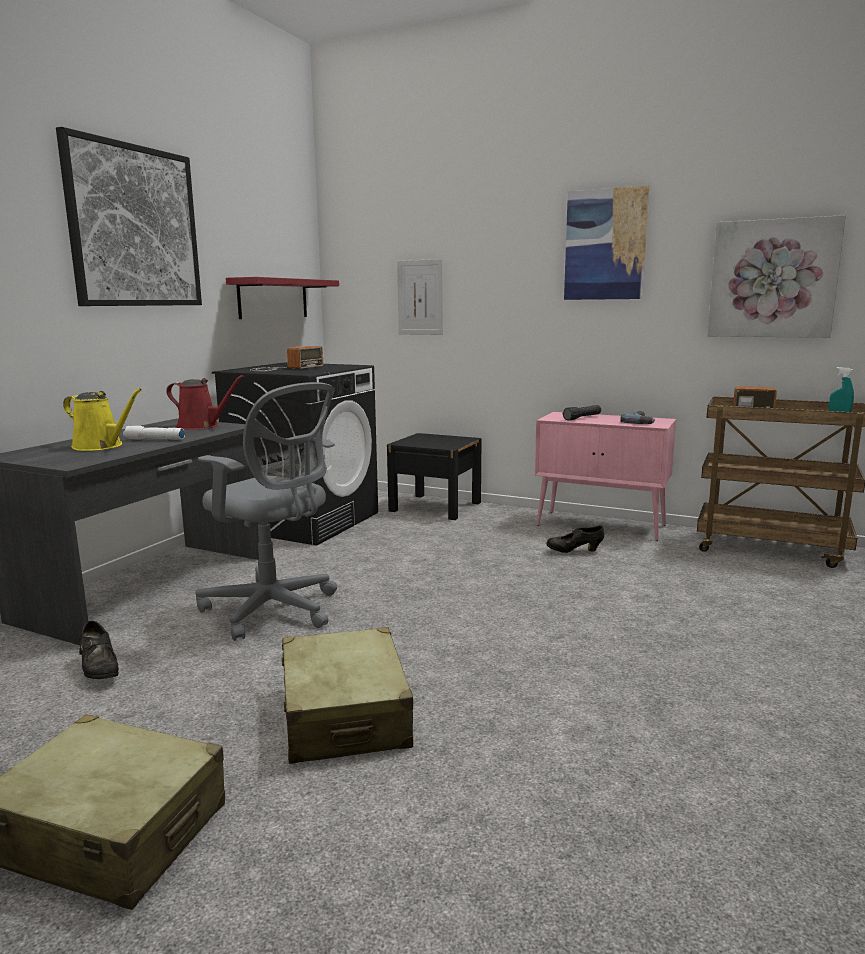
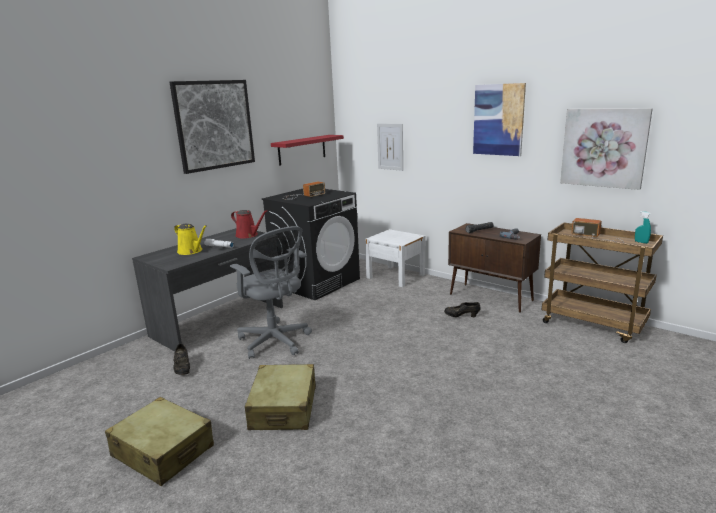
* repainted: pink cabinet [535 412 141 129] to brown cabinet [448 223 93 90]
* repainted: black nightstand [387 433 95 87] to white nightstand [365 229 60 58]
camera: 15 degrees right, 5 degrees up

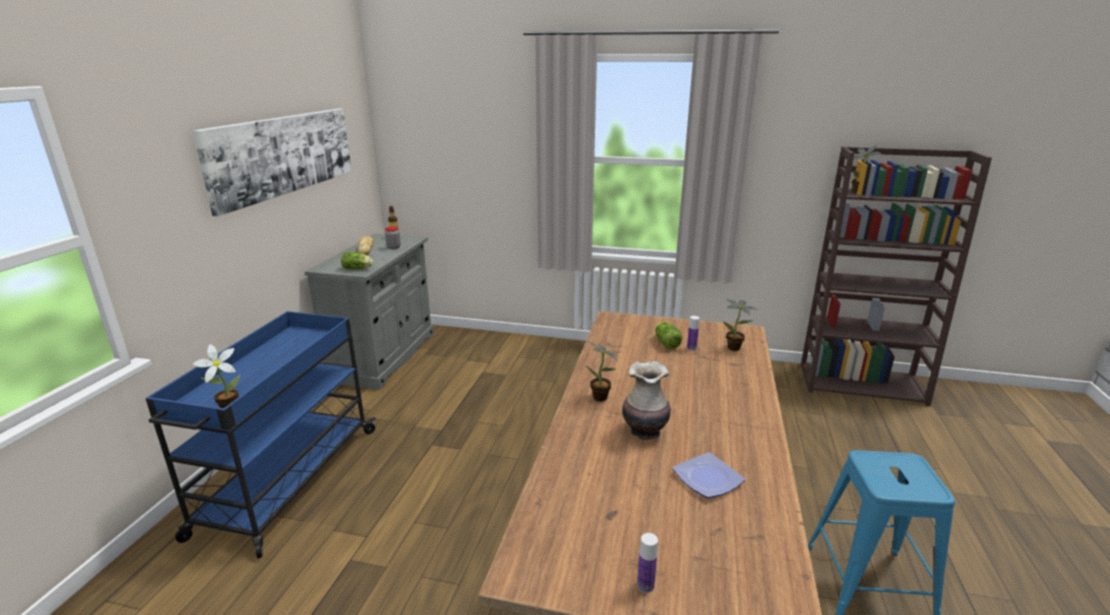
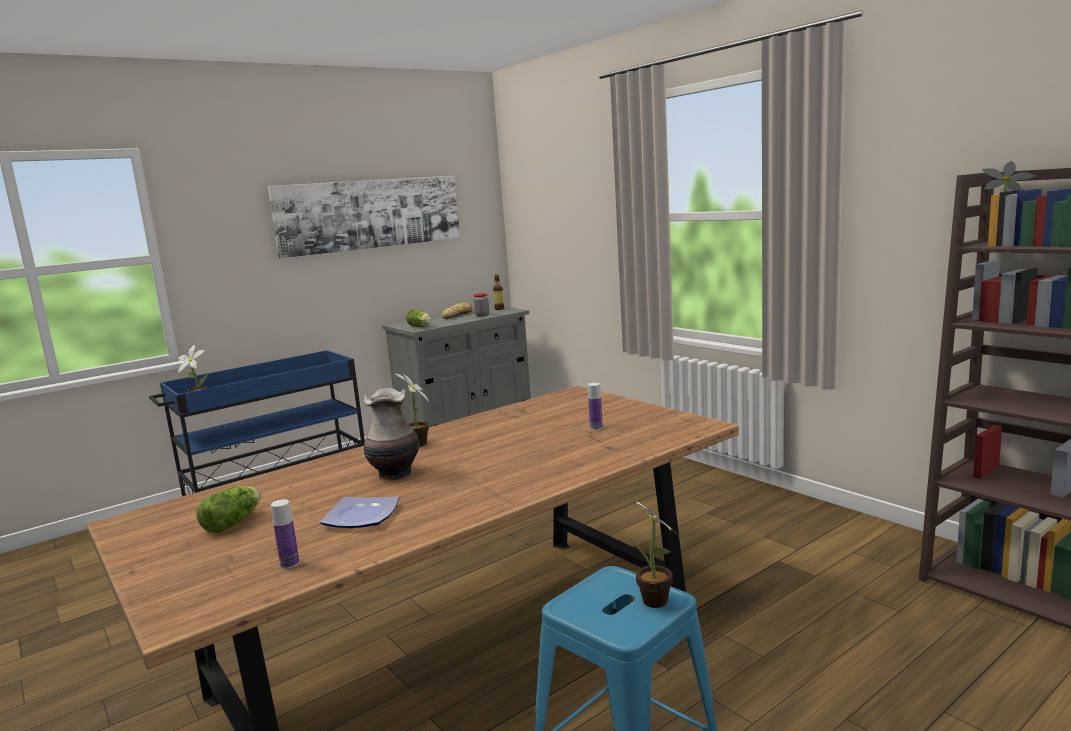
* shifted: potted plant [723 299 35 52] to [628 496 53 112]
* shifted: lettuce [655 322 27 27] to [196 486 65 47]
* shifted: bottle [637 533 21 60] to [271 499 29 70]
camera: 40 degrees right, 10 degrees down

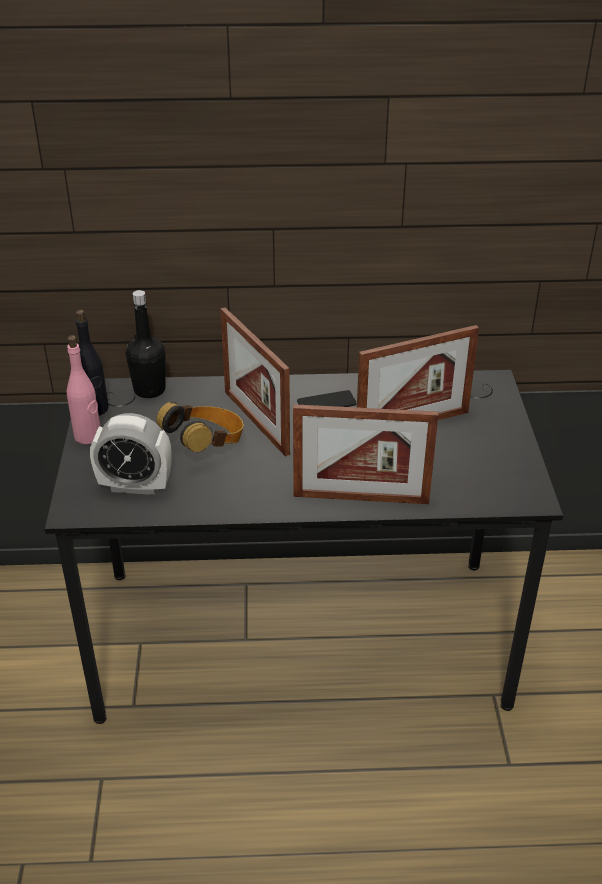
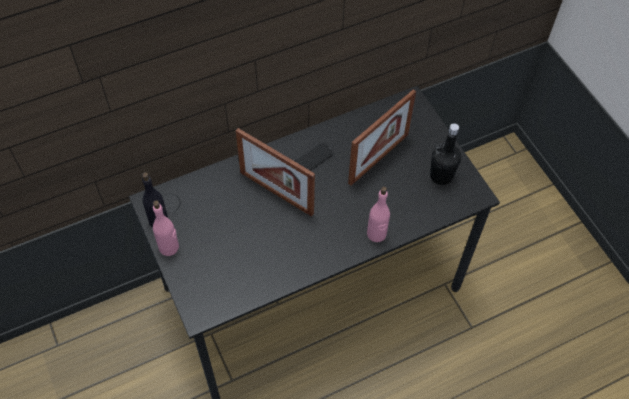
* shifted: black bottle [126 290 39 108] to [430 123 31 62]
* gone: headphones [156 402 88 50]
* swapped: picture frame [293 404 145 100] to pink bottle [367 186 23 56]
* gone: alarm clock [90 413 82 82]
camera: 25 degrees left, 20 degrees up

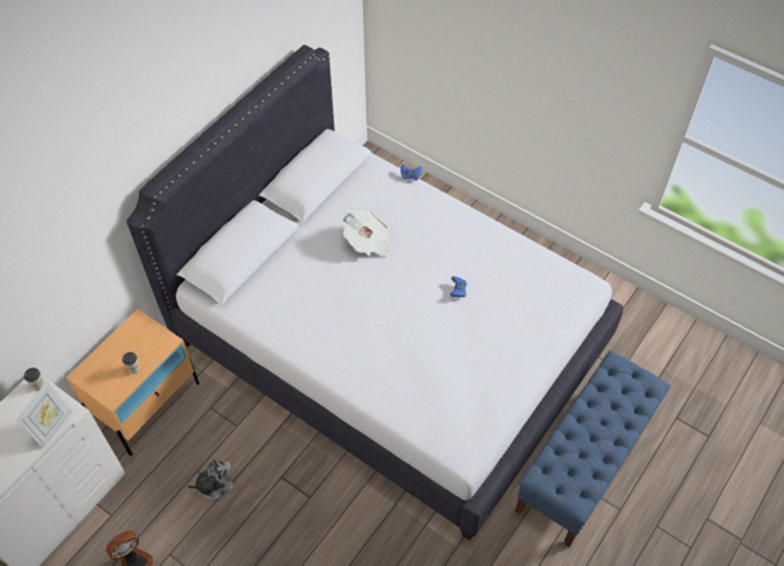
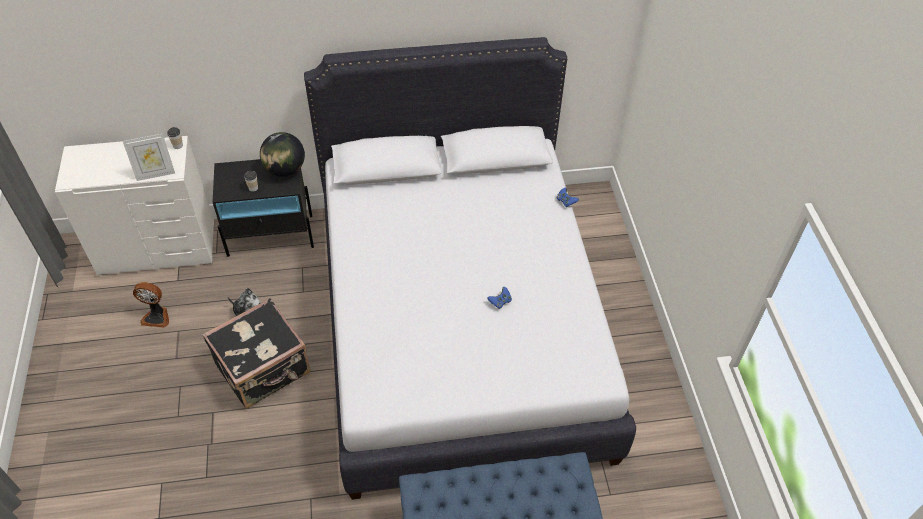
* gone: newspaper [342 208 50 49]
* repainted: beige nightstand [66 309 133 147] to black nightstand [213 159 101 98]
* new: globe [260 132 45 45]
* new: black suitcase [202 298 108 111]
camera: 45 degrees right, 5 degrees down

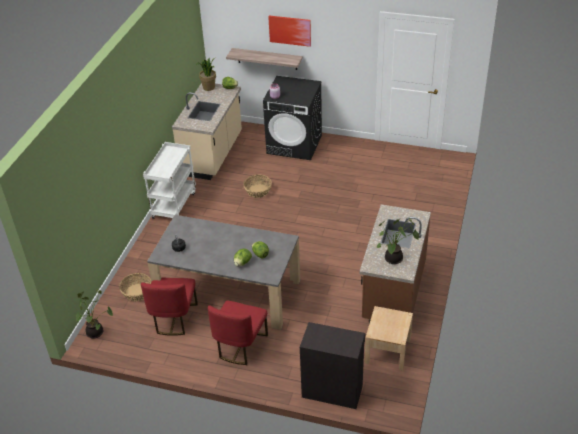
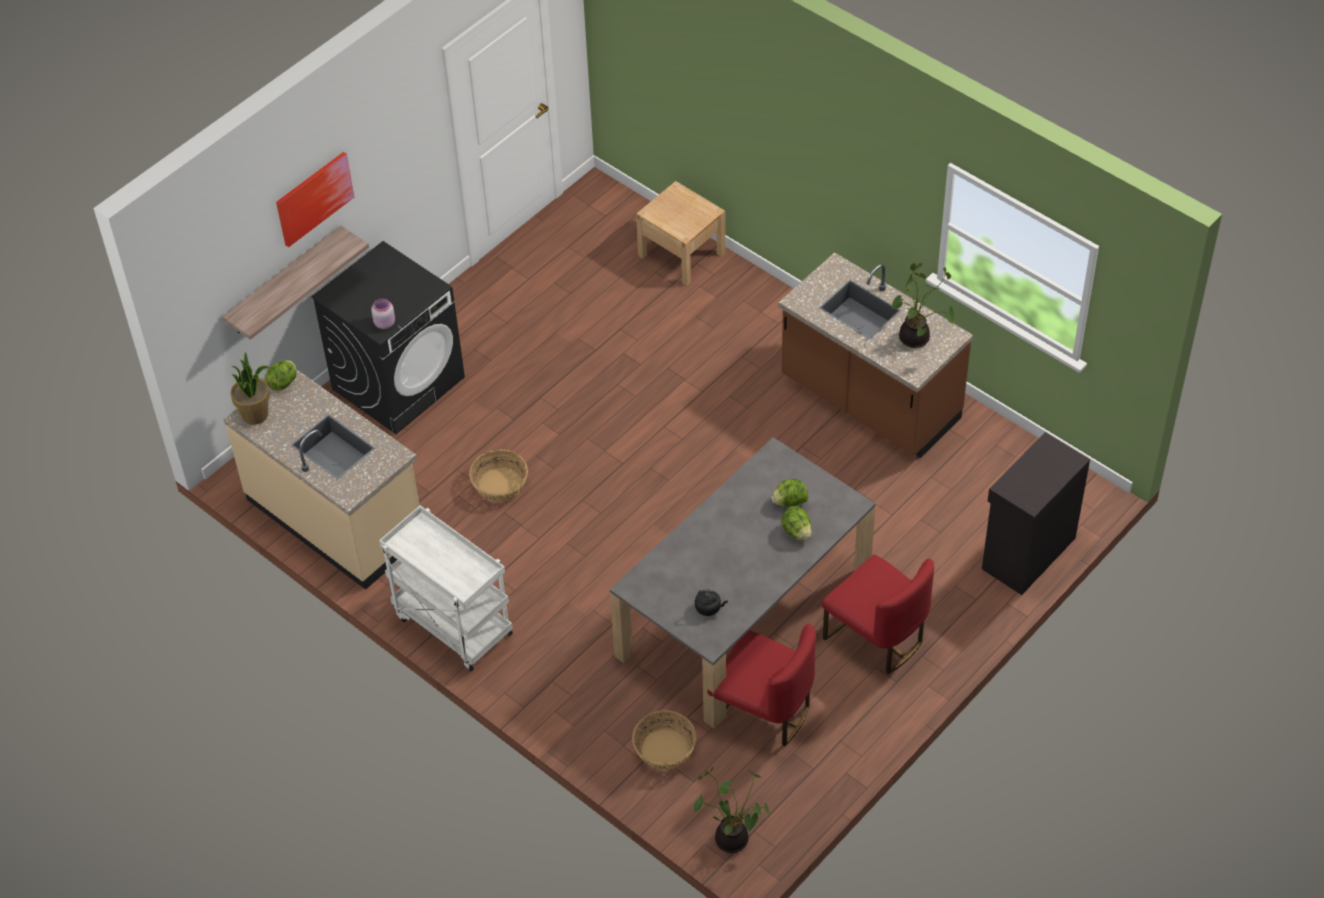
* shifted: beige nightstand [365 306 48 65] to [636 181 89 105]
camera: 65 degrees left, 10 degrees up

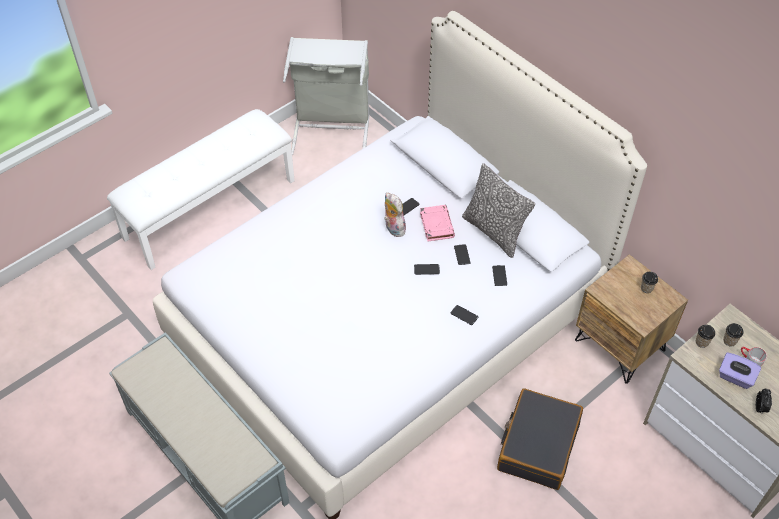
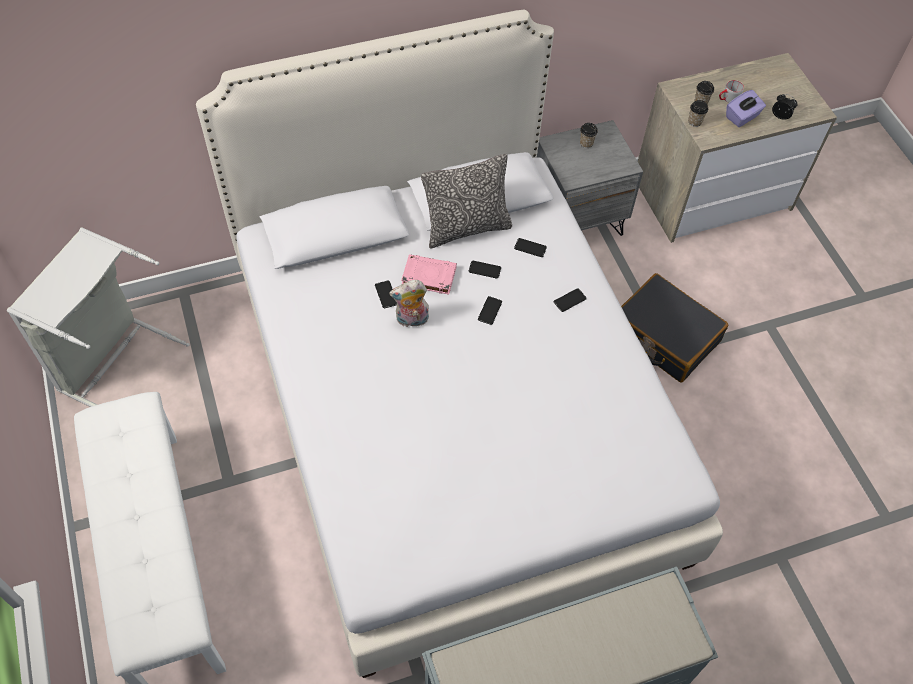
* repainted: brown nightstand [575 254 113 130] to grey nightstand [537 120 106 116]
camera: 70 degrees left, 5 degrees up

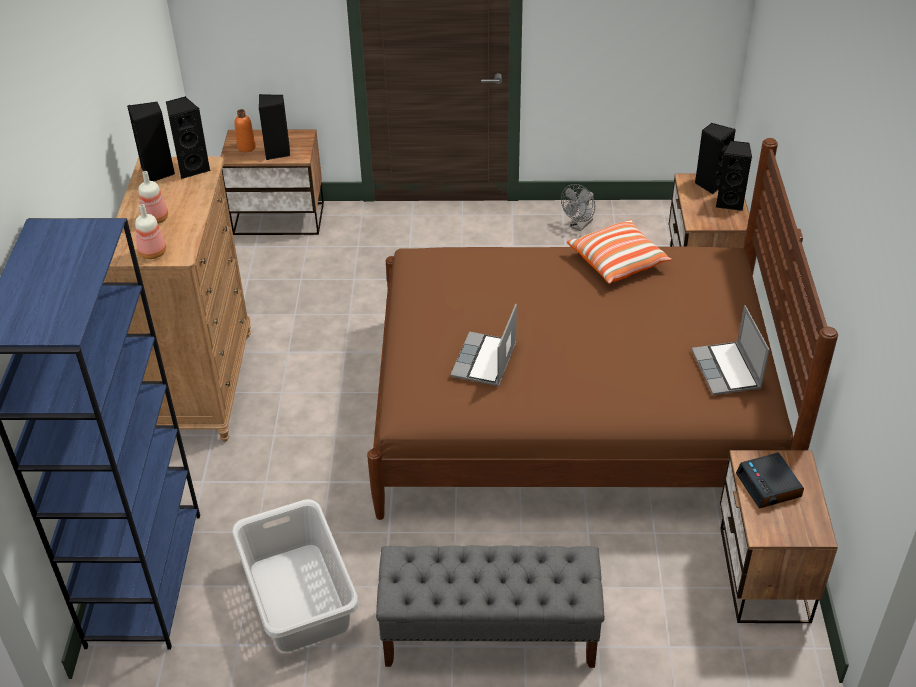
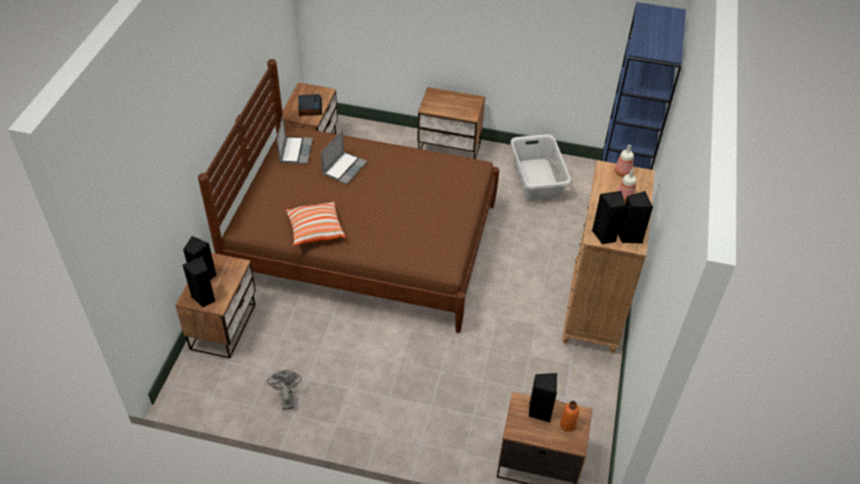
* rotated: grey fan [561 184 34 47] = [267 370 34 40] 60 degrees counterclockwise
* shifted: laptop [450 304 67 82] to [321 130 46 55]
* swapped: grey bench [376 545 228 123] to nightstand [417 87 68 72]
camera: 170 degrees left, 5 degrees up

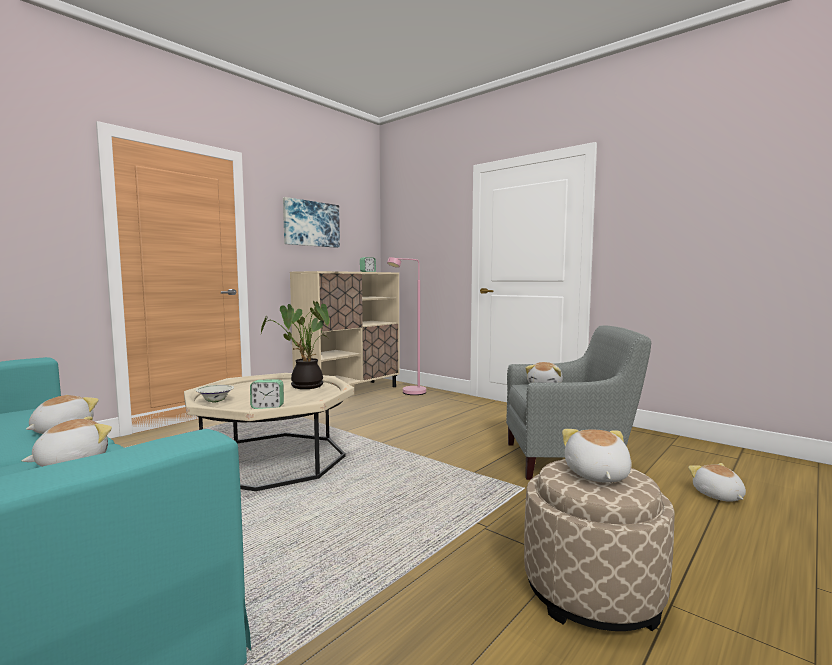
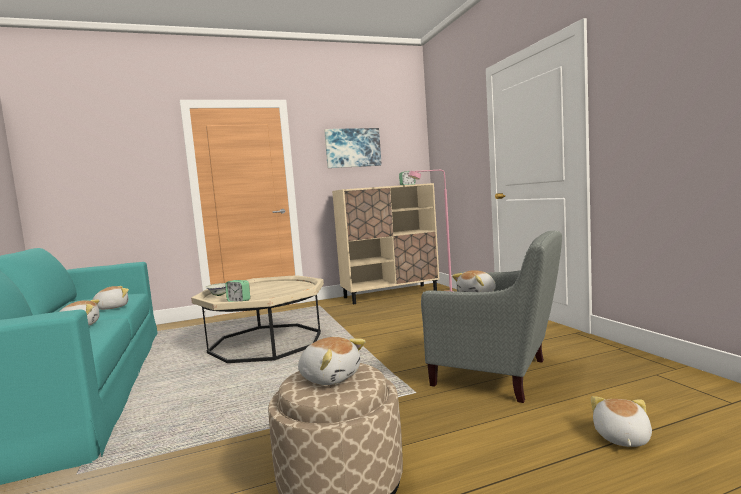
* gone: potted plant [260 301 70 88]
* rotated: plush toy [562 429 70 54] = [298 337 68 48] 90 degrees clockwise
camera: 30 degrees right, 0 degrees up

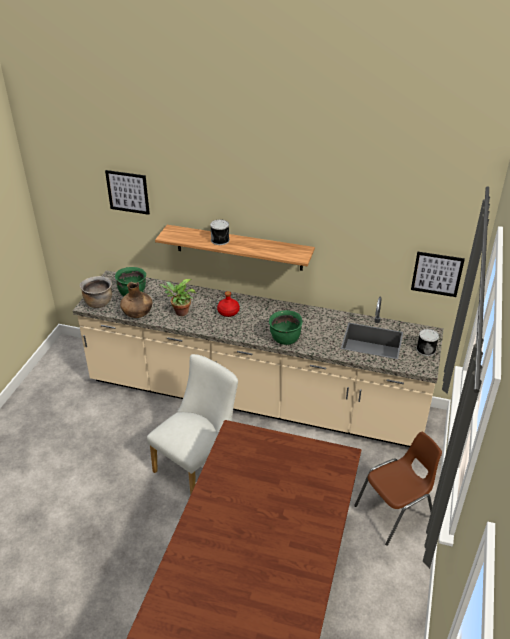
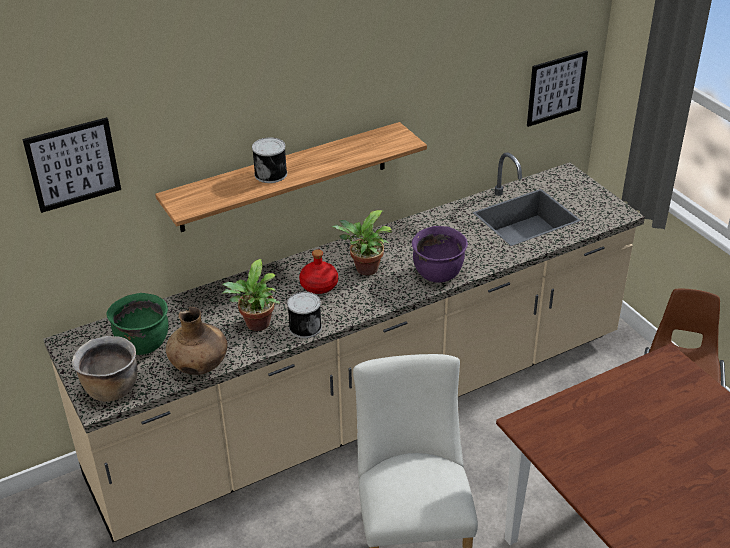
* repainted: green cooking pot [269 310 34 35] to purple cooking pot [412 226 56 57]
* shifted: can [416 329 23 27] to [287 292 35 46]
* new: potted plant [332 210 60 65]
camera: 45 degrees left, 0 degrees up

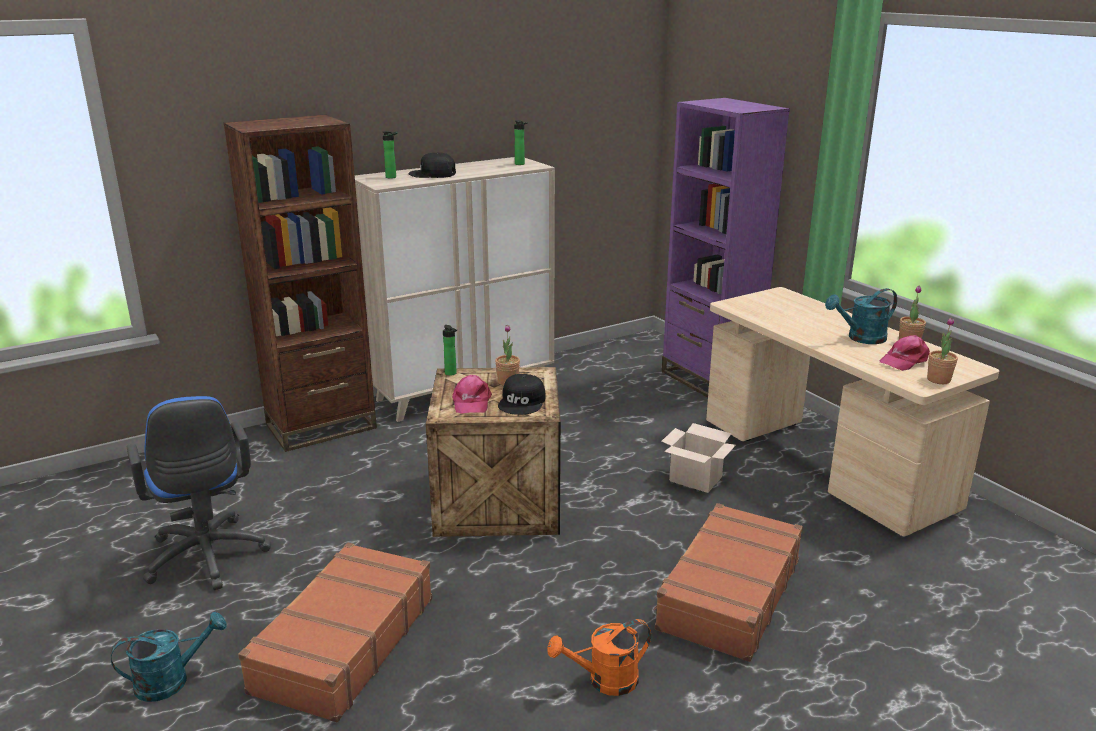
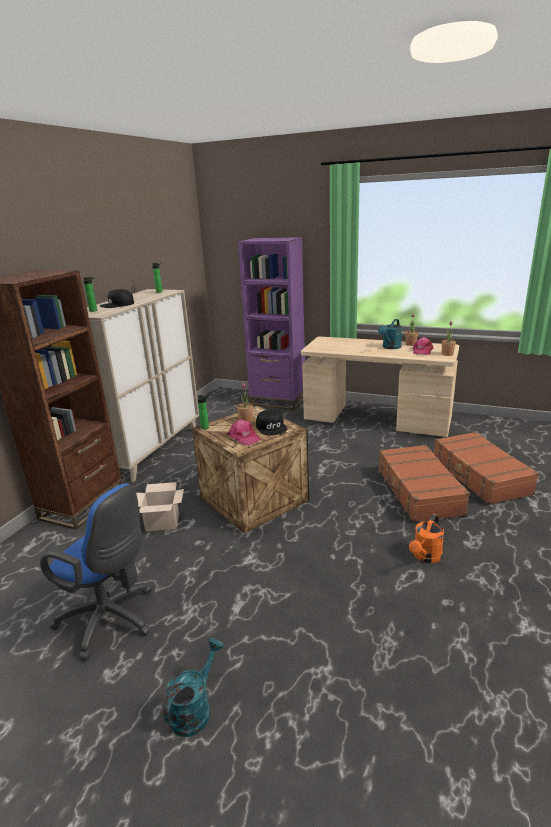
* shifted: cardboard box [661 423 75 70] to [136 482 48 49]
* shifted: brown suitcase [238 543 194 179] to [434 432 105 73]
camera: 35 degrees left, 0 degrees up

